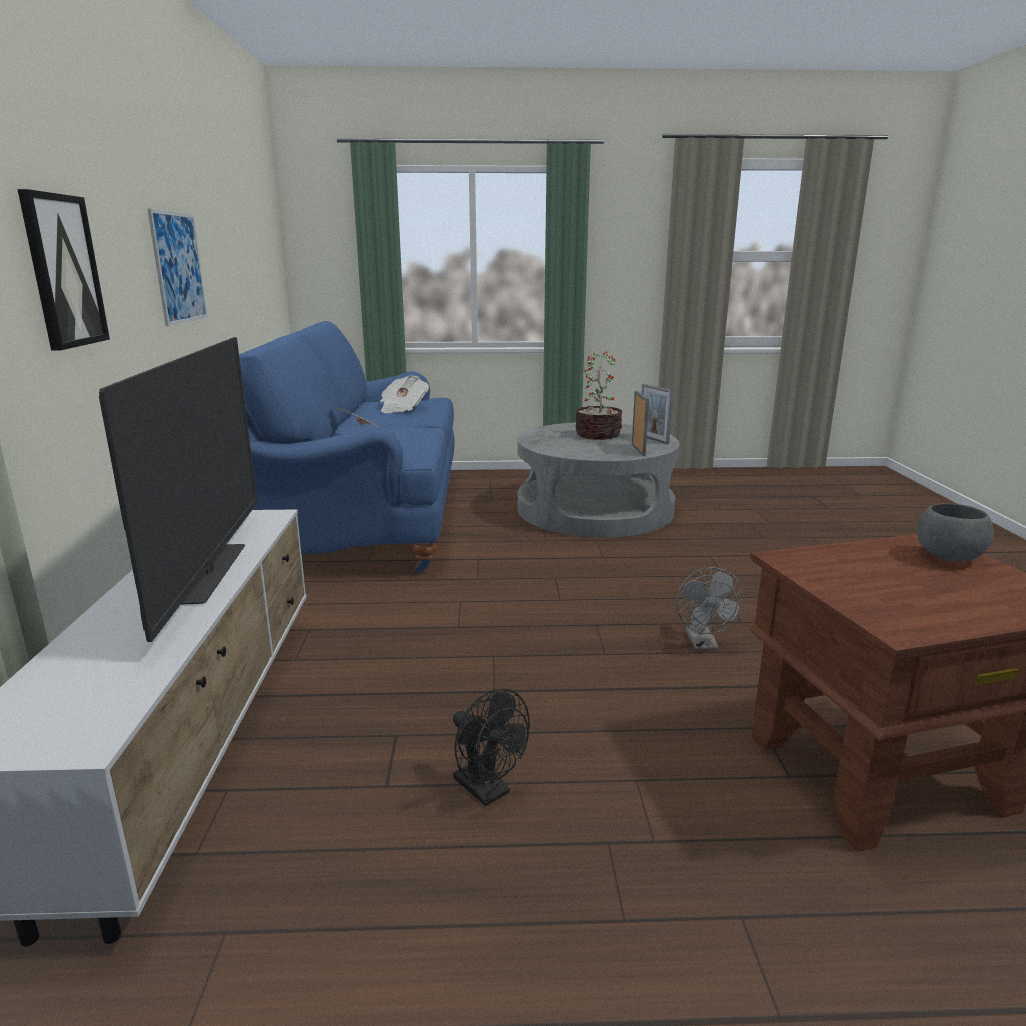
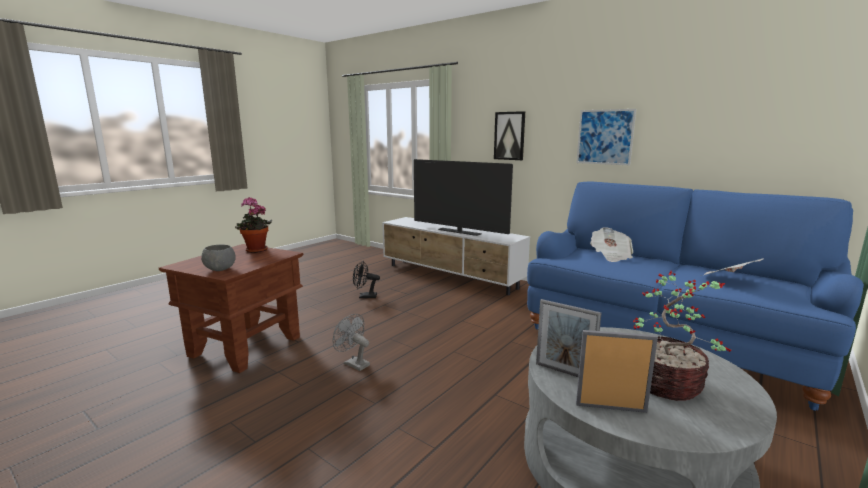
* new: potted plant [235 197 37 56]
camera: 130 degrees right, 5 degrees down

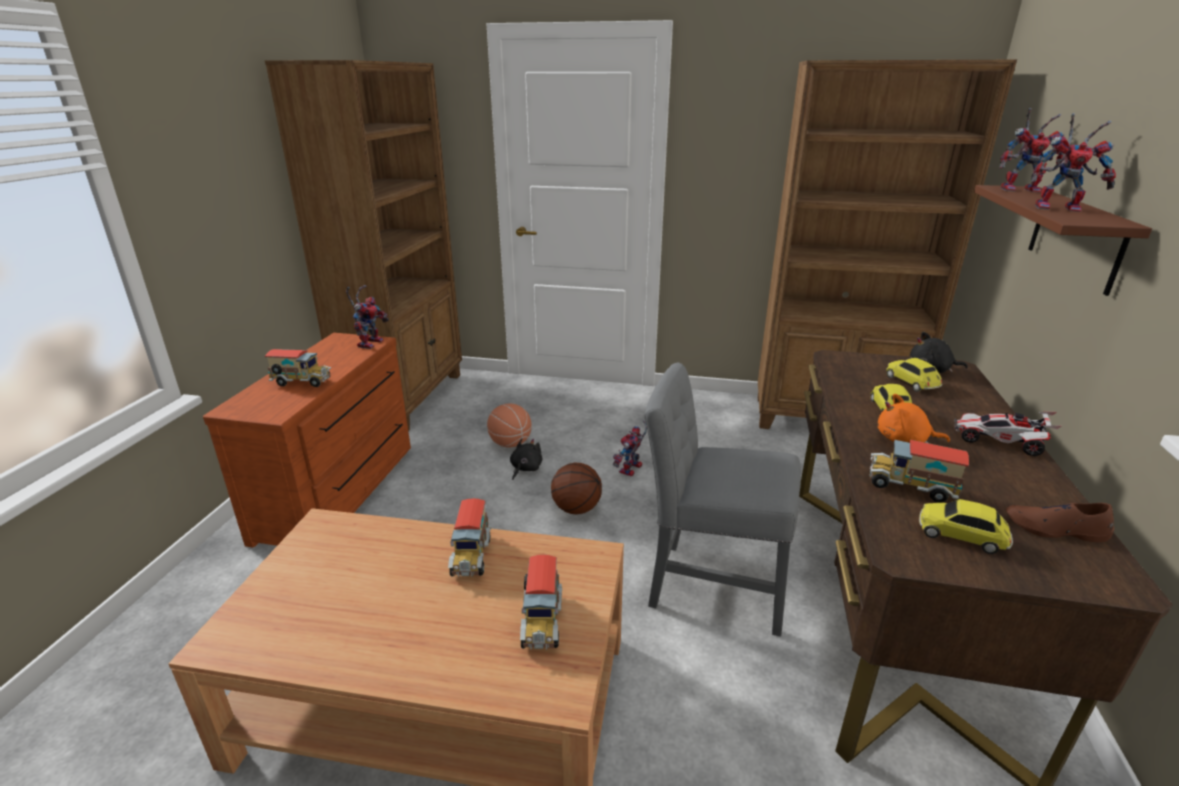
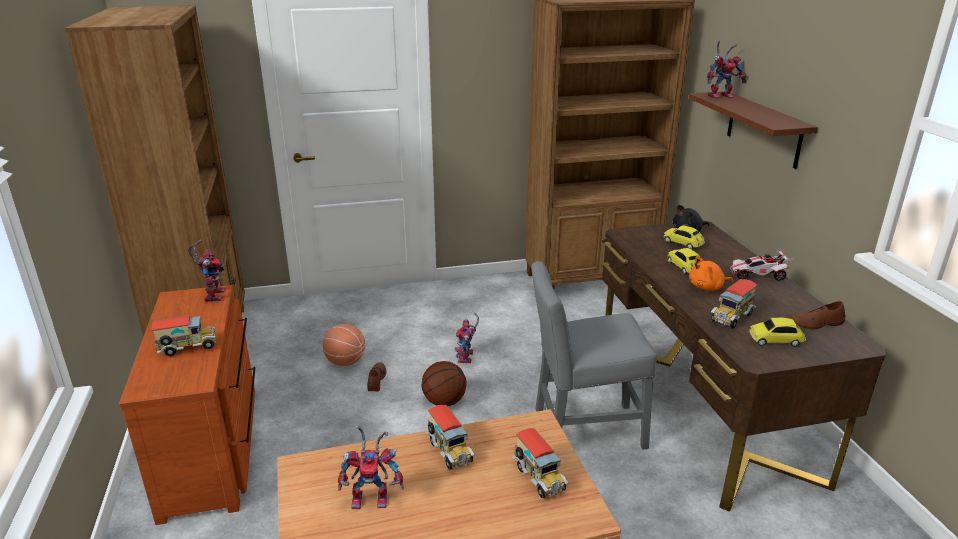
* shifted: toy robot [1031 113 85 99] to [338 426 66 83]
* swapped: black plush toy [510 438 33 42] to brown shoe [367 363 19 28]
* rotated: toy truck [869 440 100 63] = [711 279 47 50] 45 degrees counterclockwise
camera: 25 degrees left, 0 degrees up

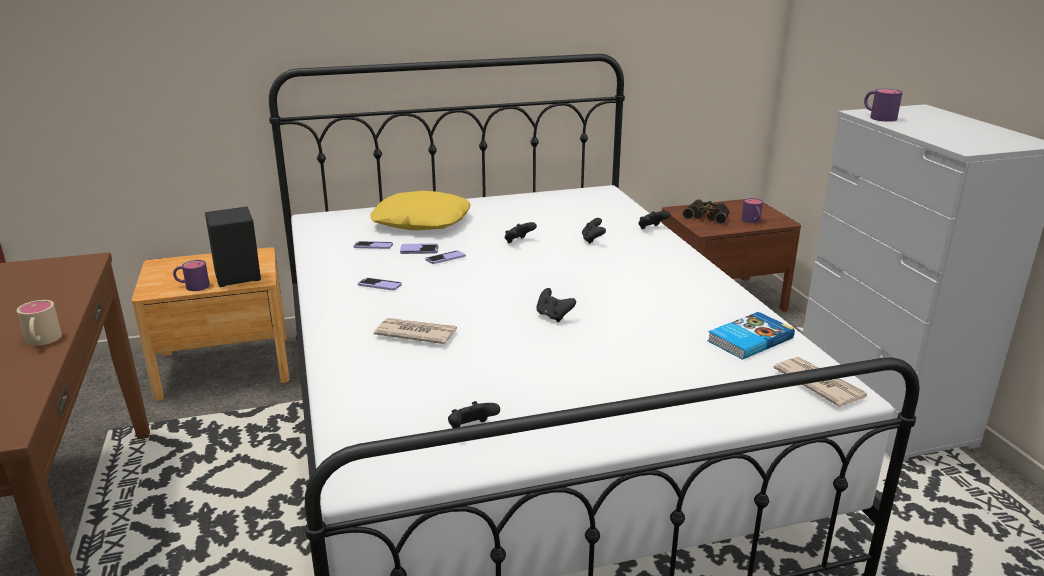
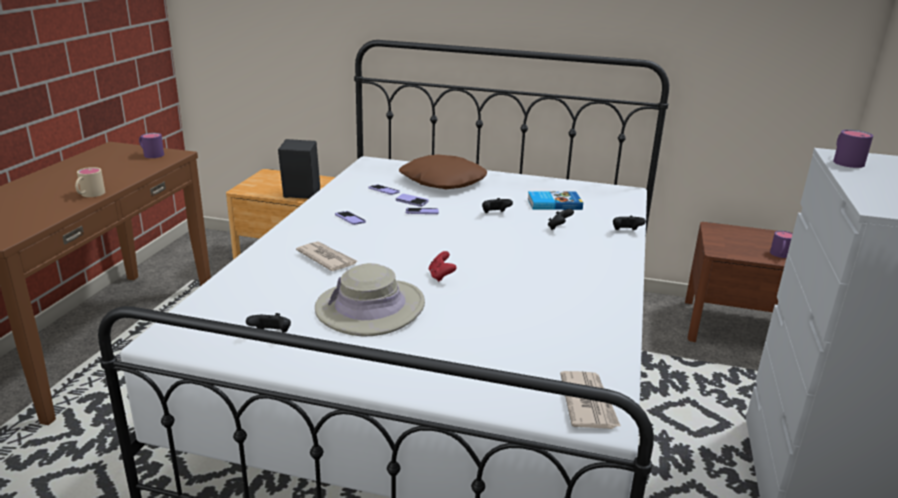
* repainted: yellow pillow [370 191 101 39] to brown pillow [399 154 88 35]
* gone: binoculars [682 199 47 25]
* shifted: purple mug [173 260 37 31] to [139 133 25 25]
* repainted: black game controller [536 288 40 34] to red game controller [429 251 28 31]
* shifted: book [708 312 87 48] to [527 191 56 19]
* new: beige hat [315 263 110 74]
camera: 30 degrees right, 0 degrees up

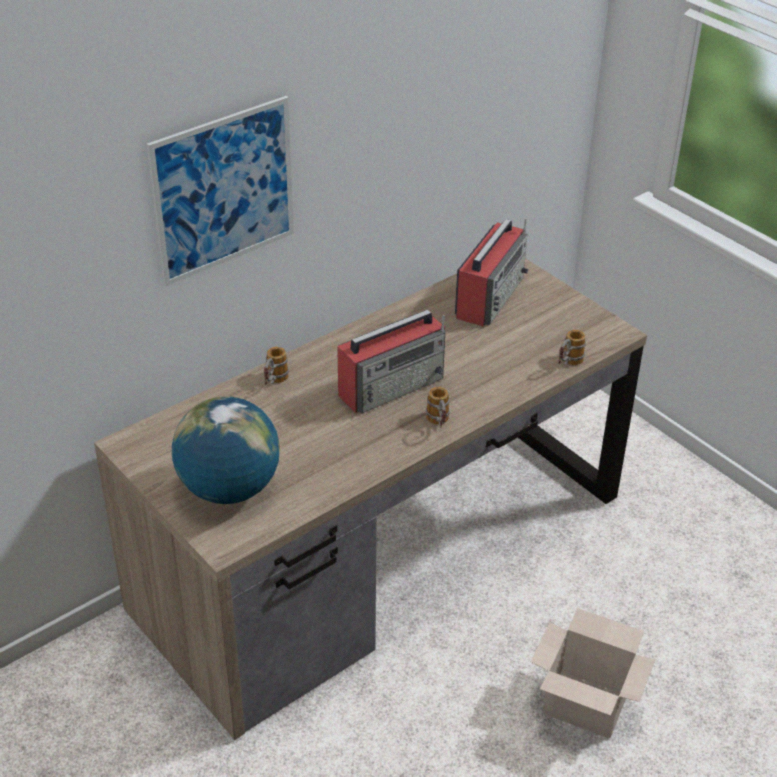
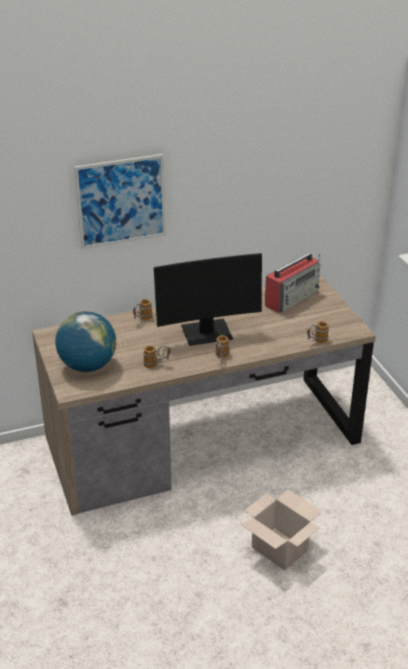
* swapped: radio [337 310 108 103] to monitor [154 253 108 93]
* new: mug [143 345 28 23]
camera: 20 degrees right, 5 degrees down

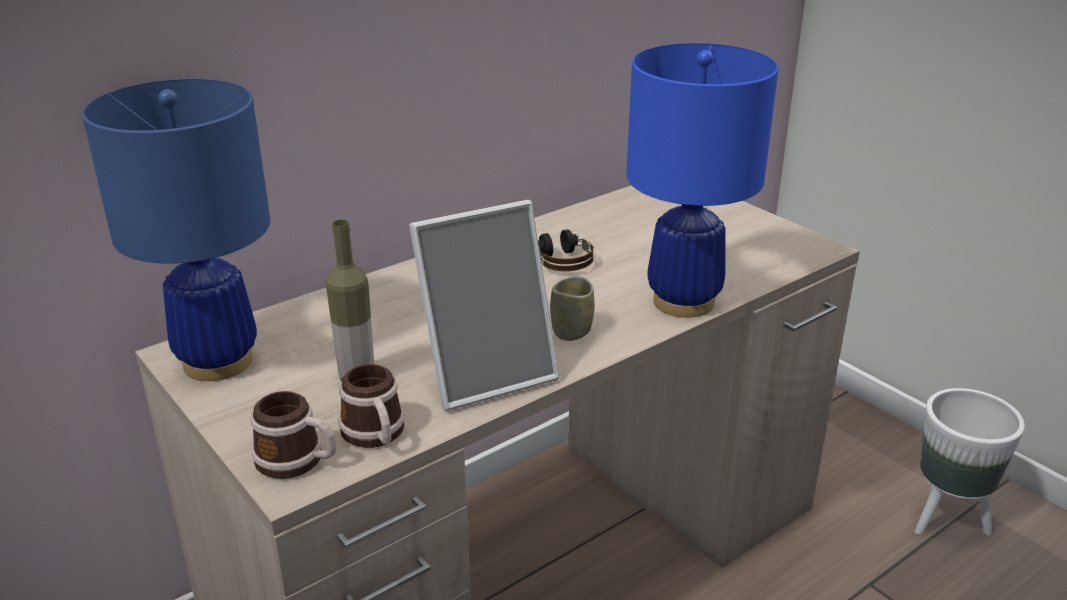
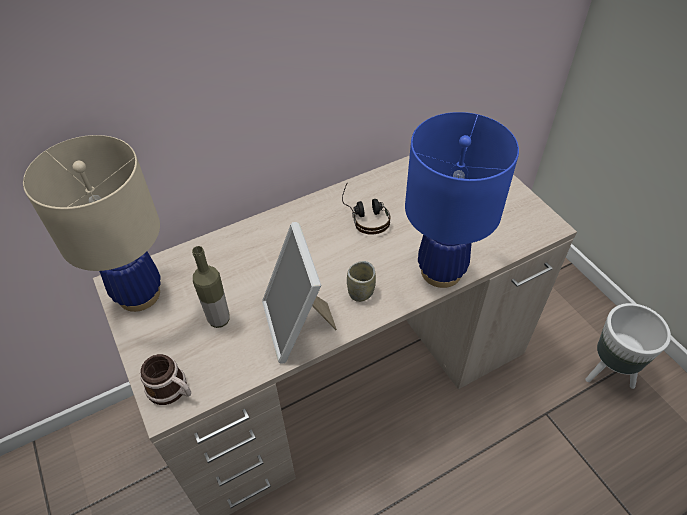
* repainted: blue table lamp [82 79 188 302] to beige table lamp [23 135 138 177]
* rotated: picture frame [409 200 150 211] = [262 222 75 142] 90 degrees clockwise
* gone: mug [338 364 67 84]
camera: 10 degrees right, 20 degrees up

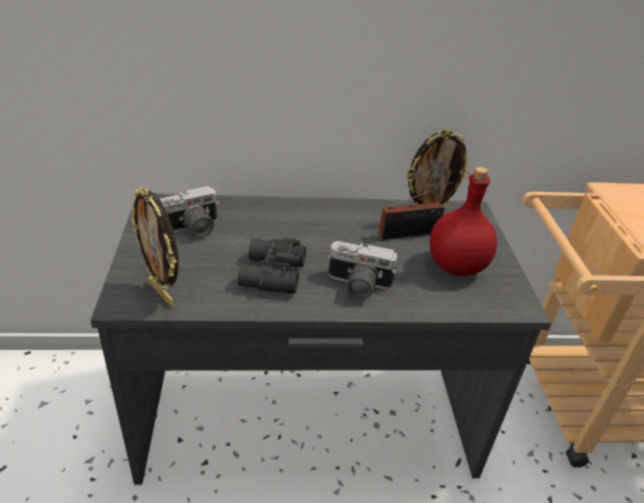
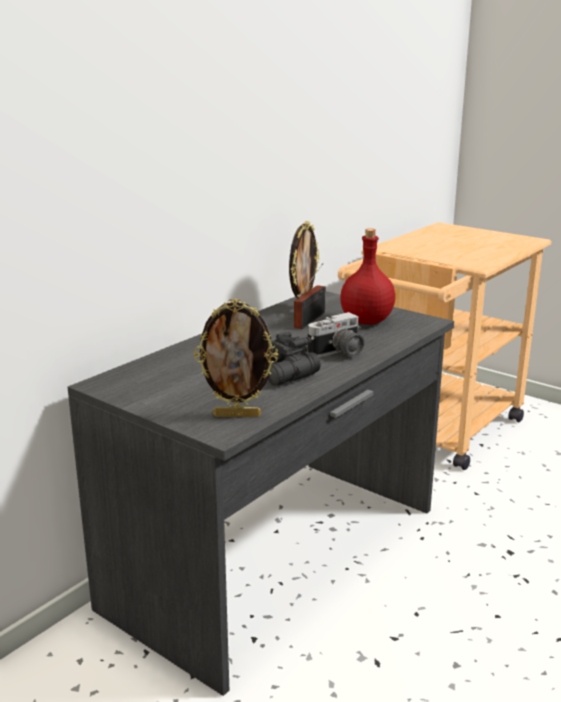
* gone: photo camera [160 186 59 52]
camera: 45 degrees left, 15 degrees down

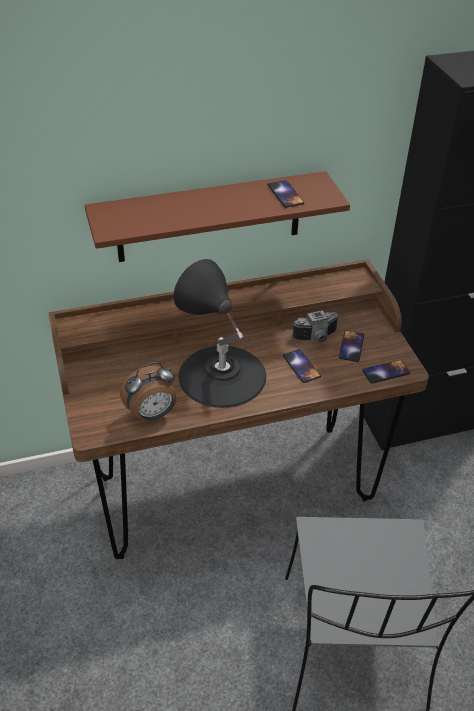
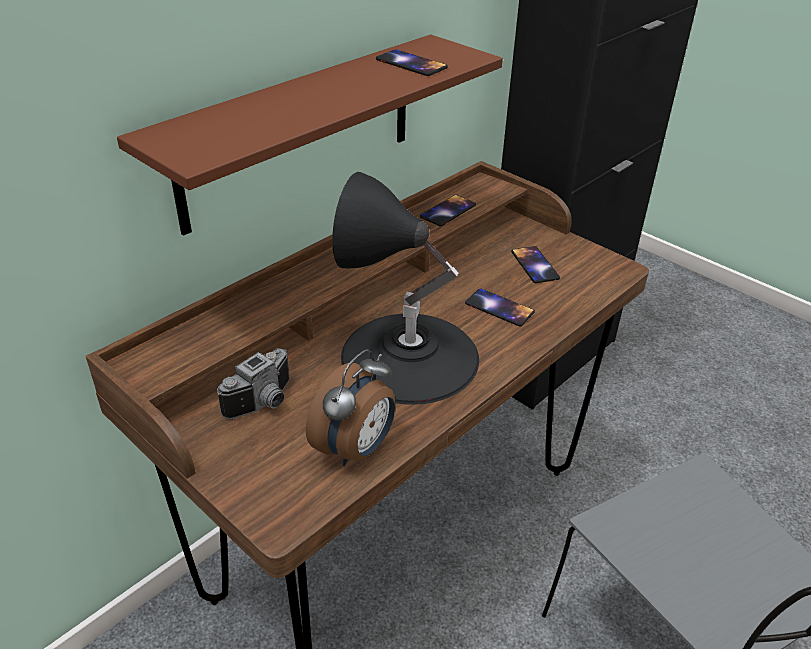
* shifted: photo camera [293 310 46 33] to [217 348 73 71]
* shifted: phone [362 360 48 24] to [420 195 56 31]
camera: 30 degrees left, 5 degrees down

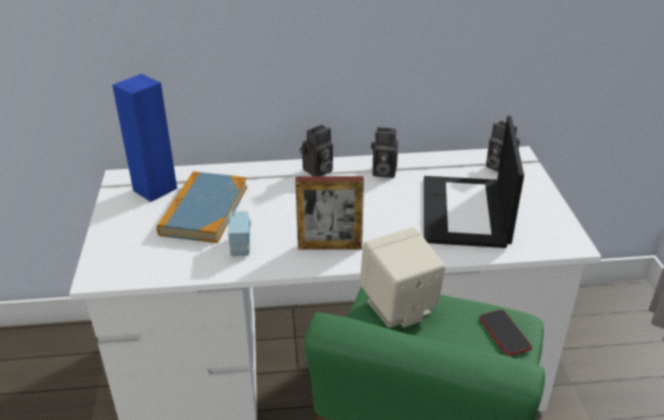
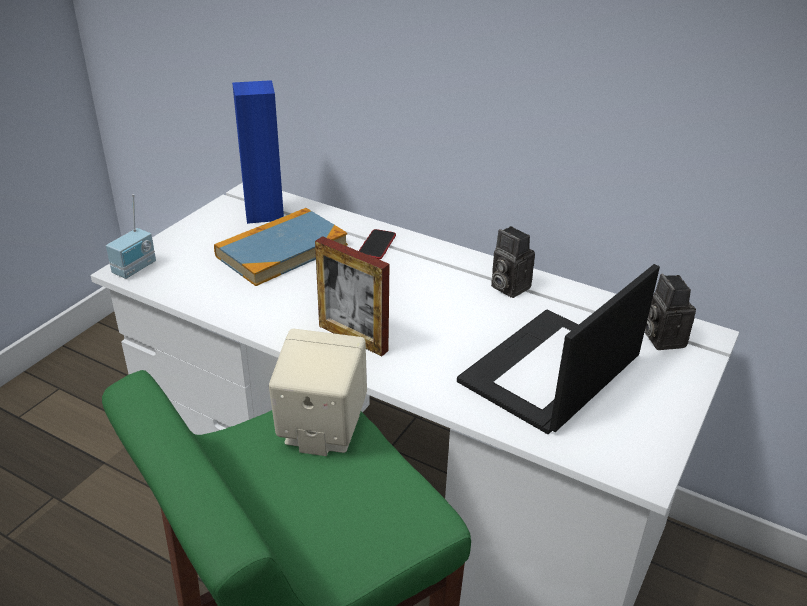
* gone: photo camera [300 125 33 51]
* shifted: radio [228 183 24 73] to [106 194 50 85]
* shifted: phone [480 310 52 46] to [359 229 37 30]
camera: 35 degrees right, 0 degrees up

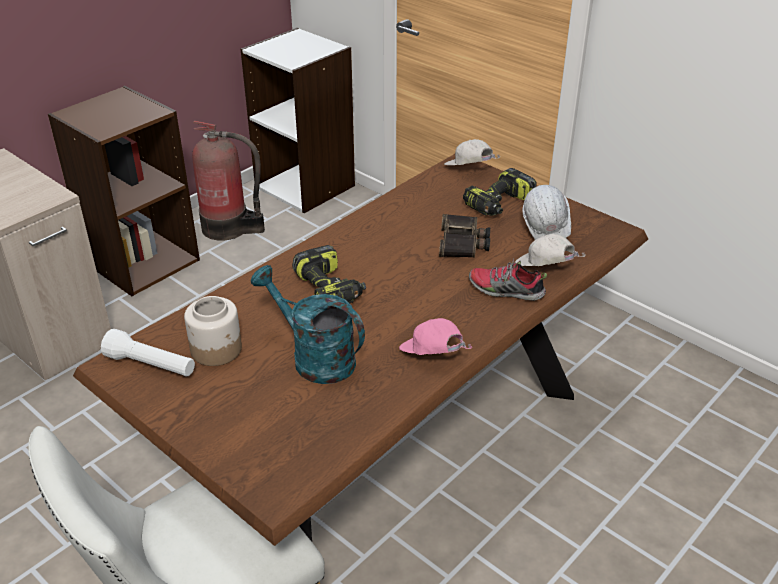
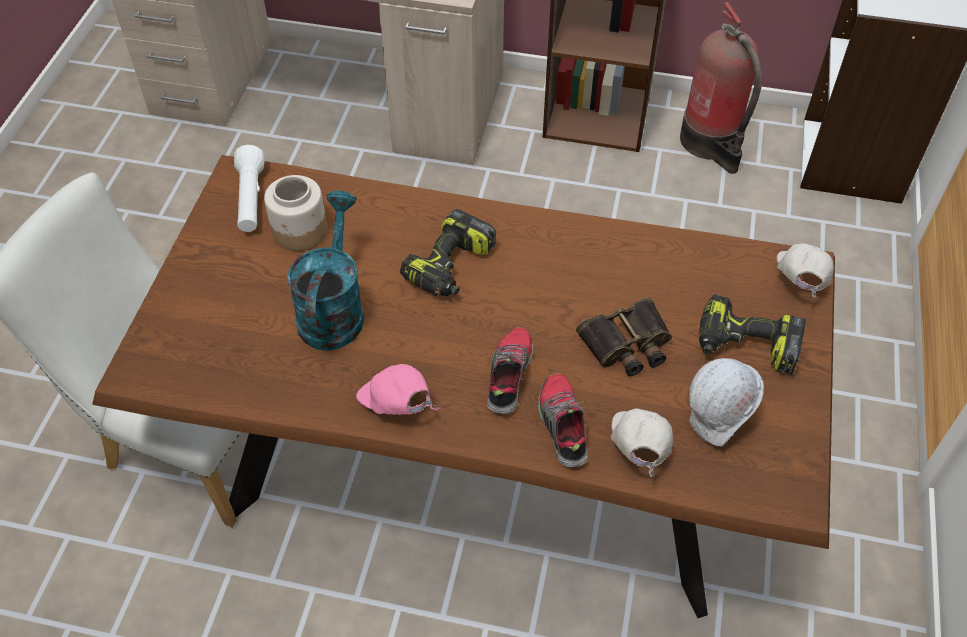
* rotated: pink cap [399 318 74 37] = [356 364 83 51] 60 degrees counterclockwise
* new: shoe [487 327 46 87]
camera: 60 degrees right, 15 degrees up

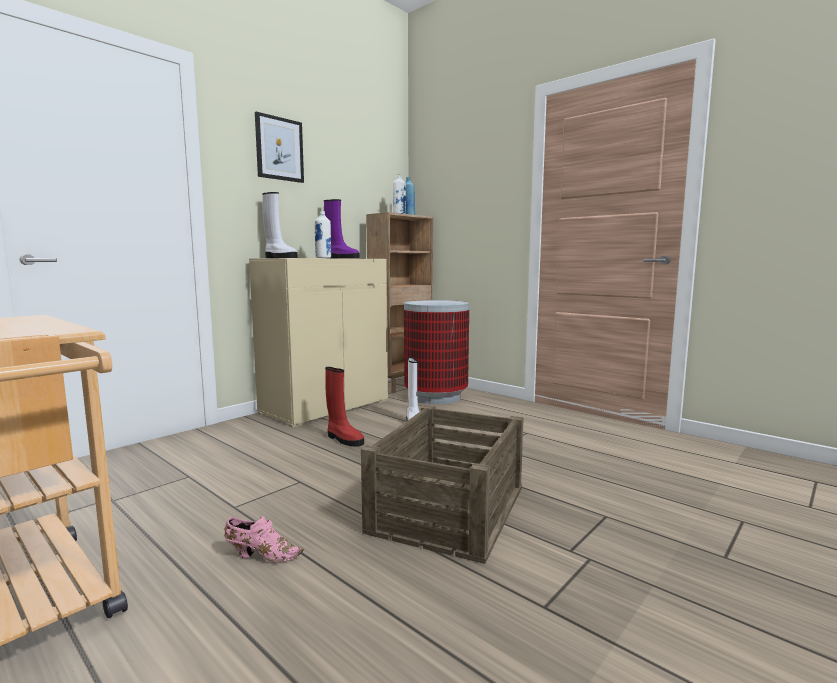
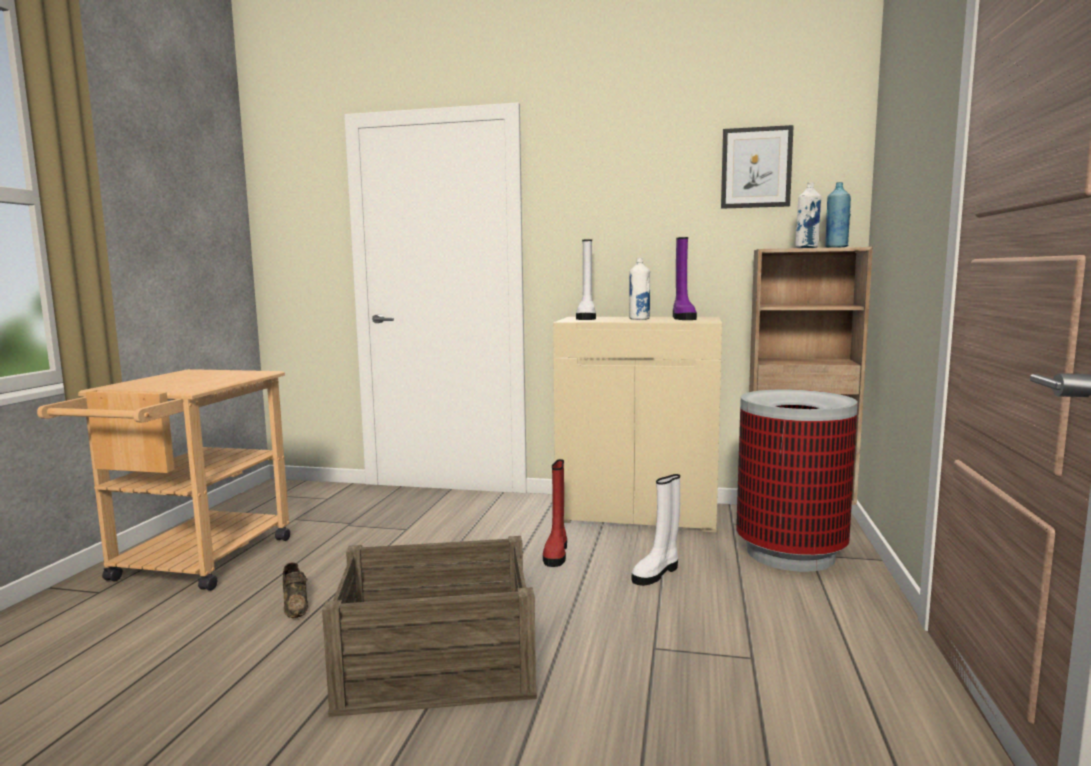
* shifted: picture [255 112 49 71] to [721 125 73 84]
* repainted: pink shoe [224 516 80 46] to brown shoe [283 562 25 56]
camera: 60 degrees right, 0 degrees up

